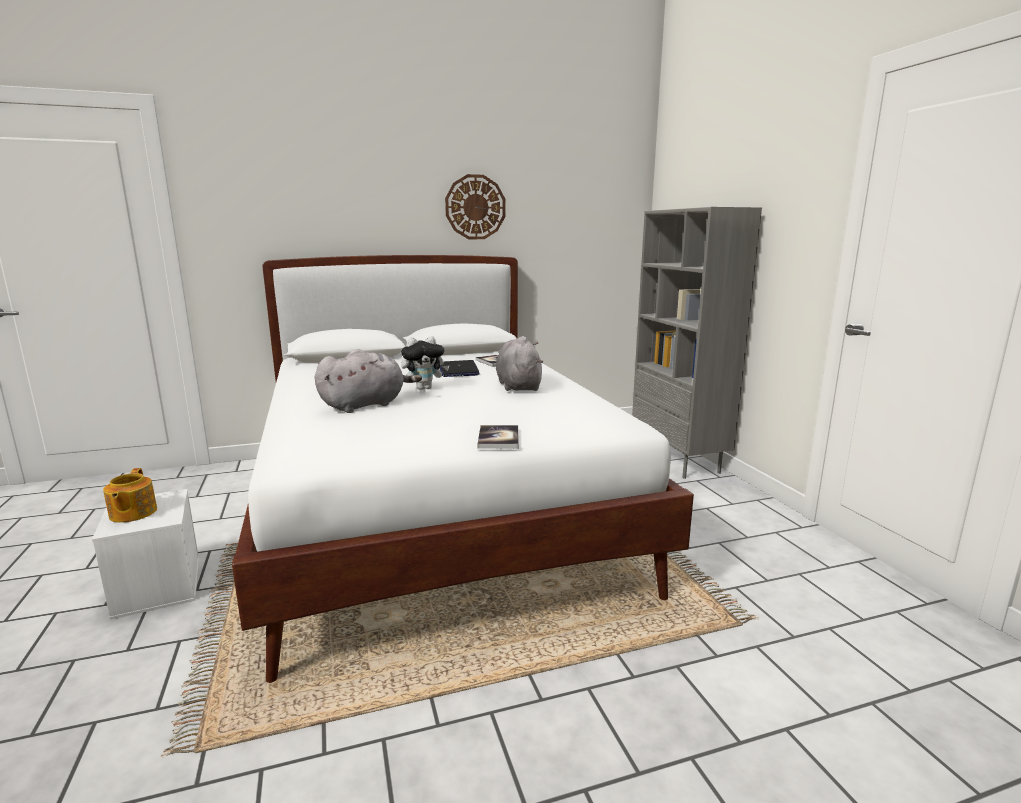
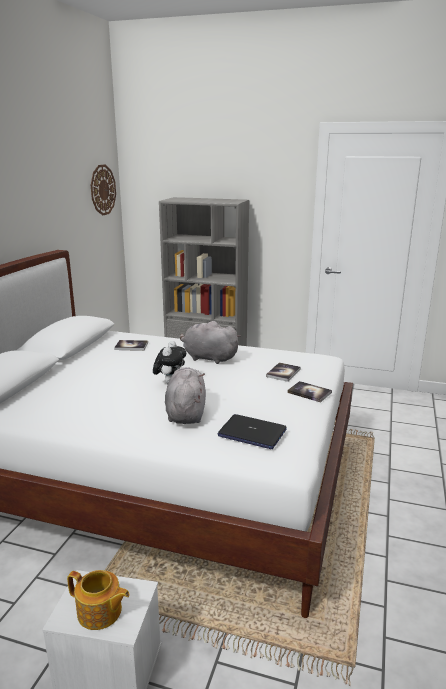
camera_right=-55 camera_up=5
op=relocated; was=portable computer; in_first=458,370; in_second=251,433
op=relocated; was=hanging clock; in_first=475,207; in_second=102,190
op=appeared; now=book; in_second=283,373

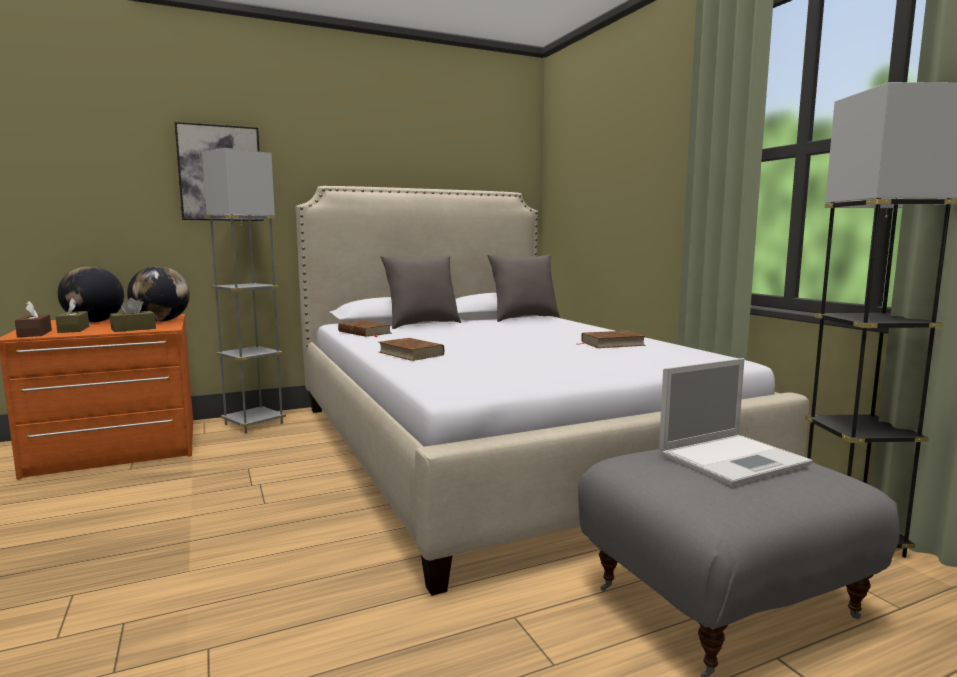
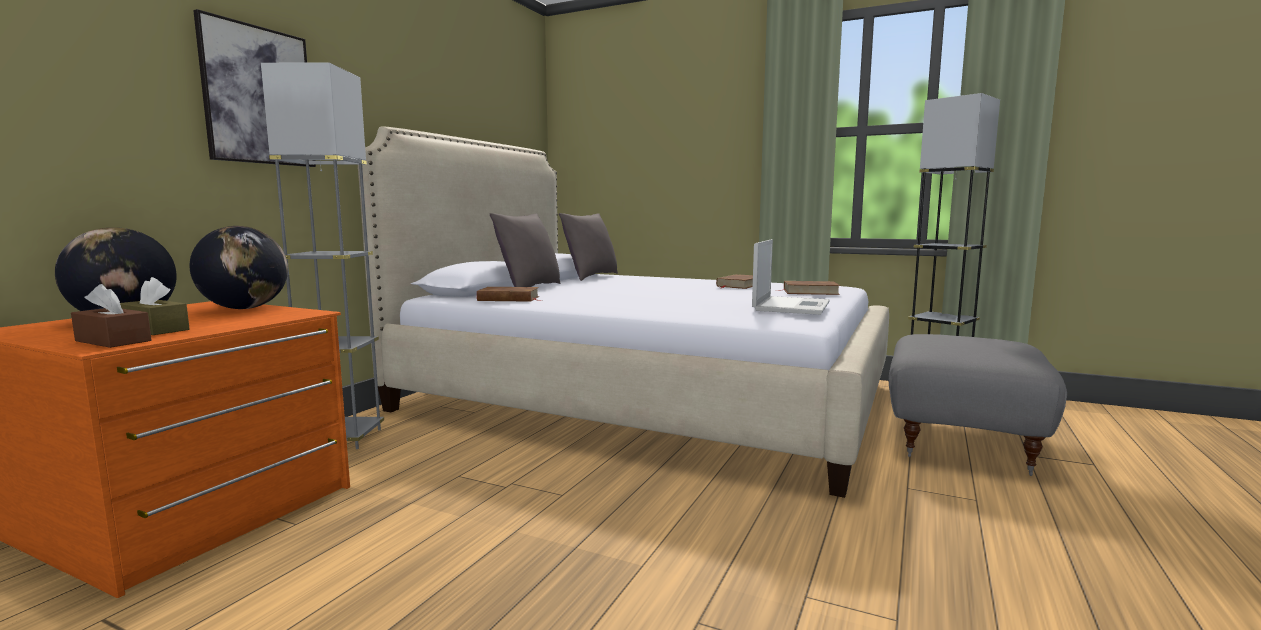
camera_right=-40 camera_up=0
op=missing; was=brown box of tissues; in_first=133,329
op=relocated; was=brown book; in_first=411,353; in_second=810,292
op=relocated; was=portable computer; in_first=734,459; in_second=791,306

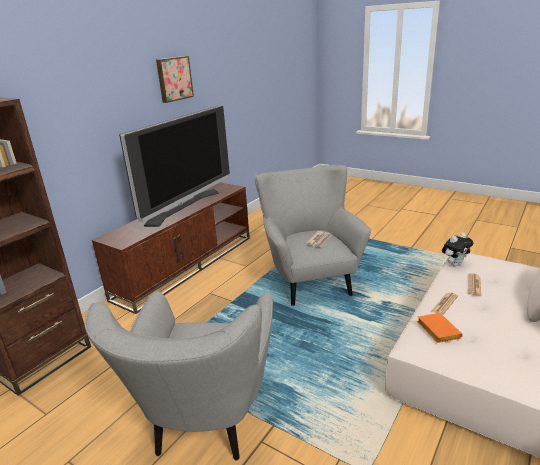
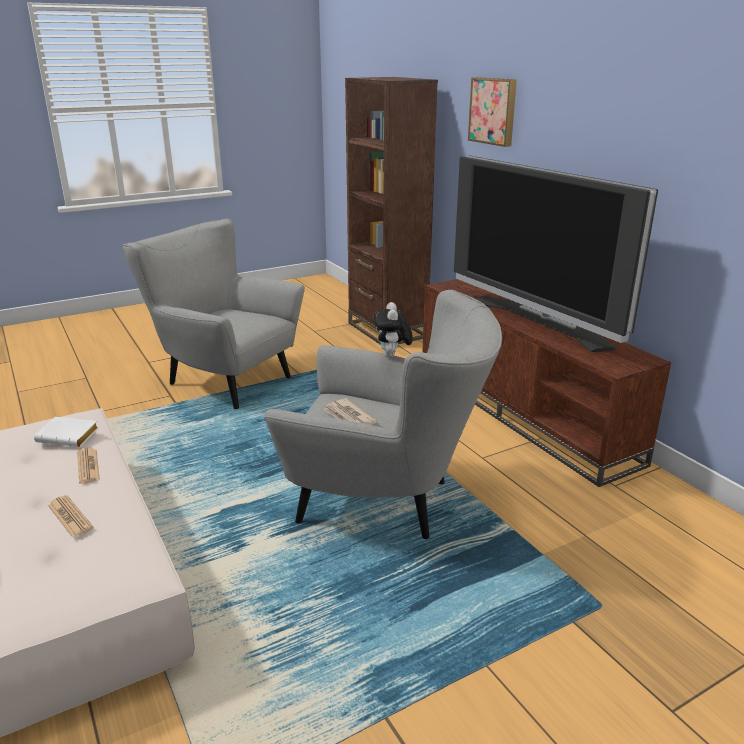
camera_right=115 camera_up=0
op=relocated; was=picture; in_first=174,79; in_second=494,111
op=colour; was=orange-coloured book; now=white book; in_first=436,330; in_second=70,436
op=relocated; was=plush toy; in_first=454,264; in_second=392,356

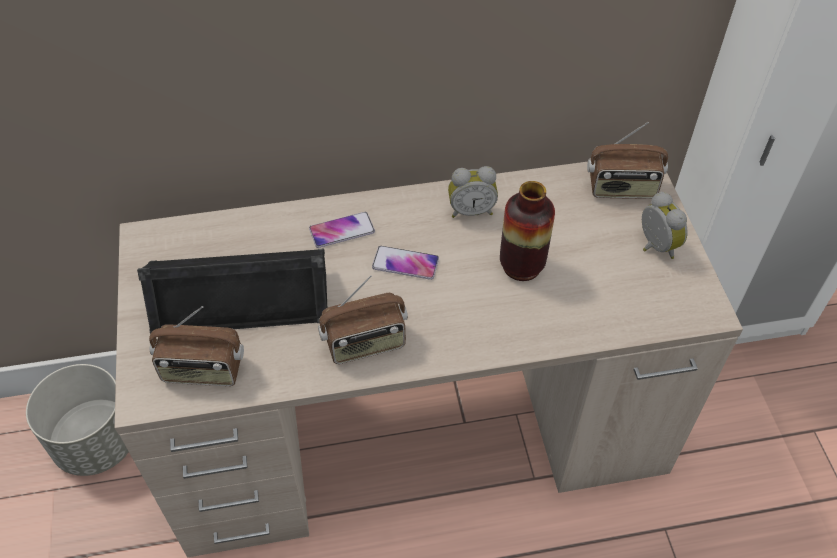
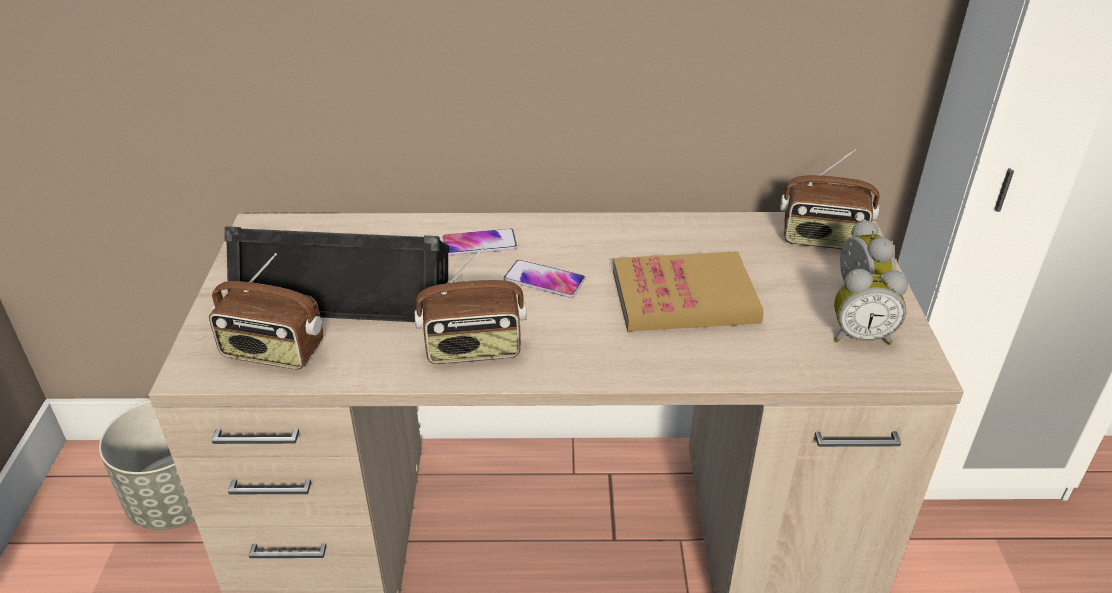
camera_right=10 camera_up=-15
op=relocated; was=bedside clock; in_first=471,210; in_second=860,336
op=exchanged; was=vase; now=book; in_first=521,266; in_second=684,297

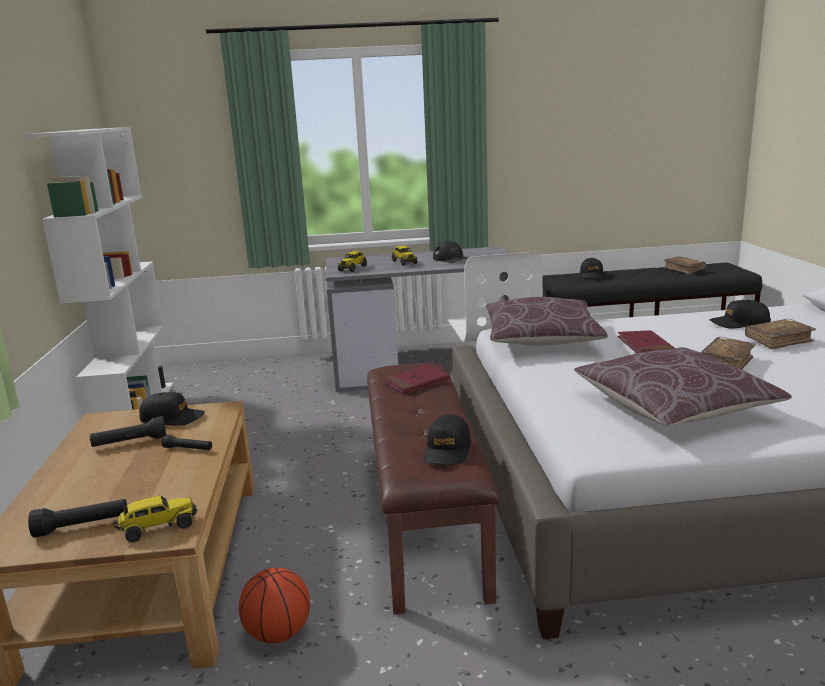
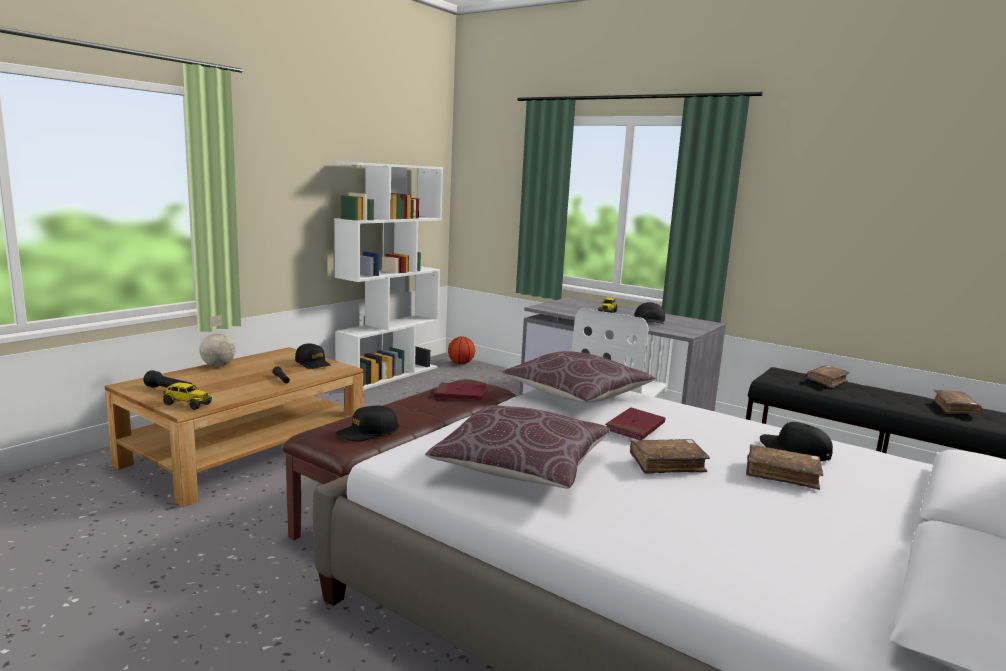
camera_right=40 camera_up=-5
op=missing; was=blackish hand torch; in_first=130,442
op=relocated; was=basketball; in_first=278,634; in_second=460,363
op=missing; was=toy truck; in_first=353,268
op=exchanged; was=blackish cap; now=brown book; in_first=592,275; in_second=827,381
op=appeared; now=globe; in_second=217,366

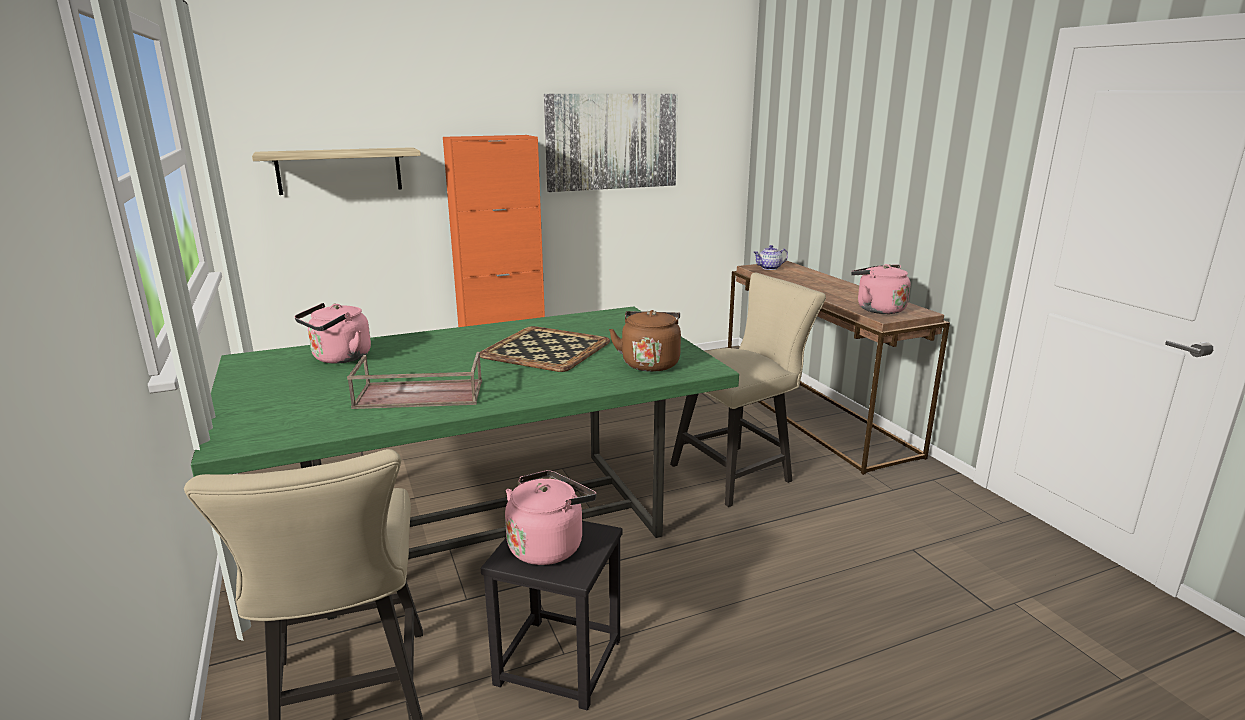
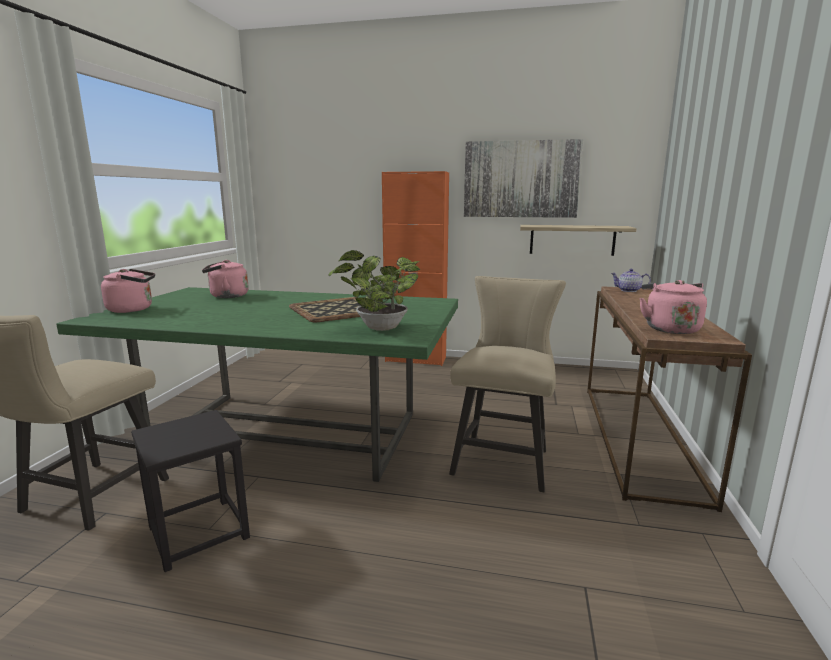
camera_right=35 camera_up=-5
op=relocated; was=wall shelf; in_first=339,170; in_second=572,240
op=missing; was=brown carrying tray; in_first=418,395
op=relocated; was=pinkish tea kettle; in_first=548,545; in_second=133,309
op=exchanged; was=brown tea kettle; now=plant in a pot; in_first=650,363; in_second=378,328
op=spun; was=beige plain chair; in_first=738,472; in_second=503,458; clockwise=-75

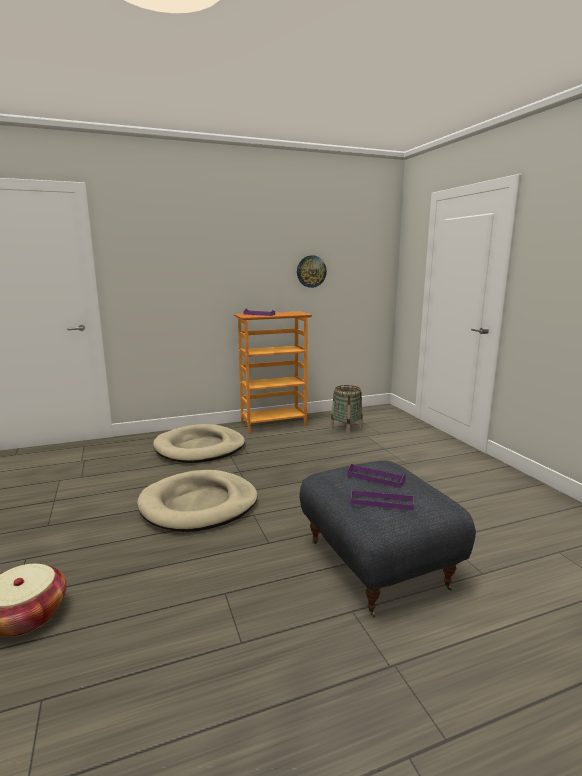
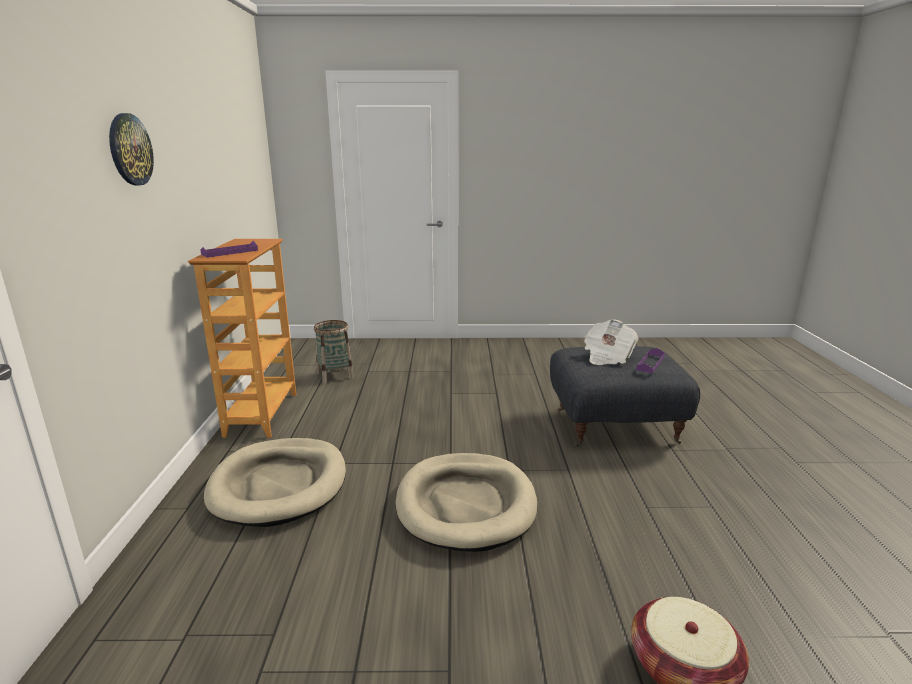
camera_right=-70 camera_up=5
op=relocated; was=hanging clock; in_first=311,271; in_second=130,150
op=exchanged; was=purple-coloured carrying tray; now=printed paper; in_first=375,478; in_second=607,356

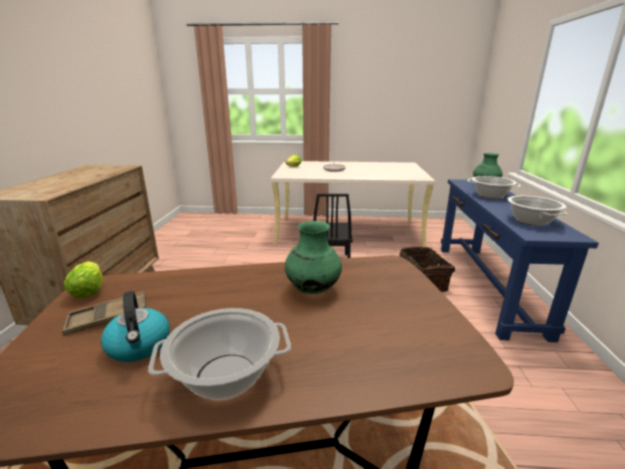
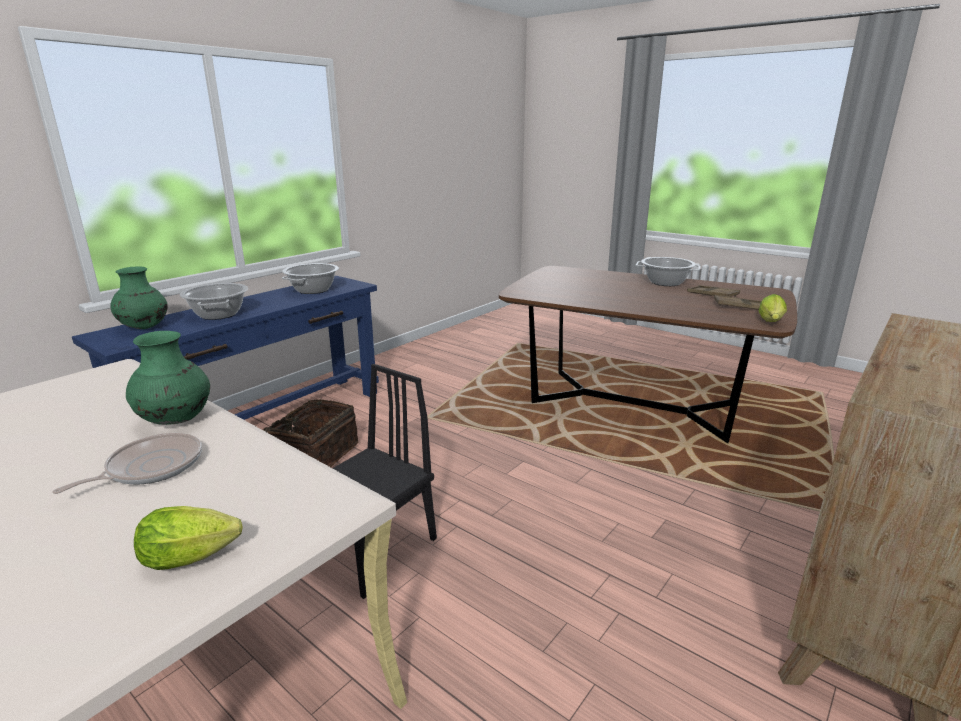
camera_right=-145 camera_up=0
op=exchanged; was=tea kettle; now=brown carrying tray; in_first=139,346; in_second=712,295
op=relocated; was=greenish vase; in_first=312,289; in_second=175,420

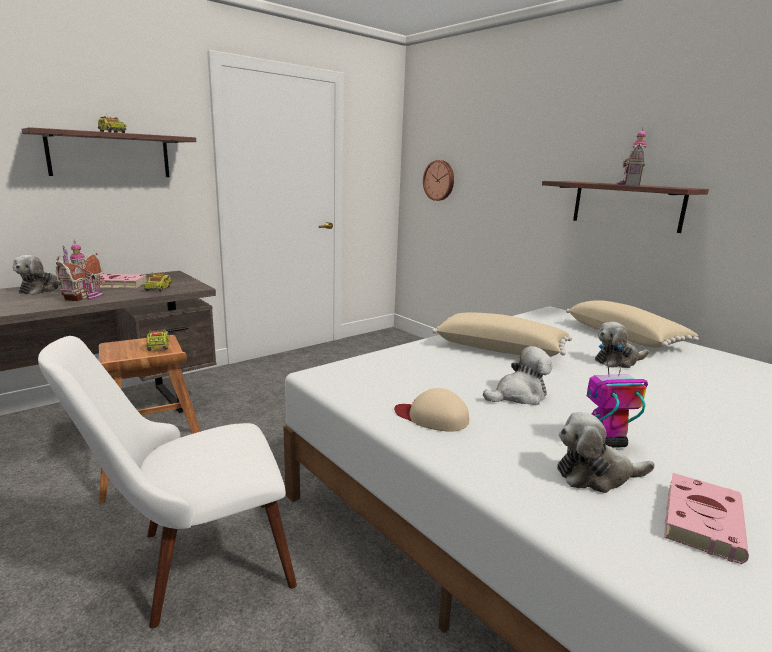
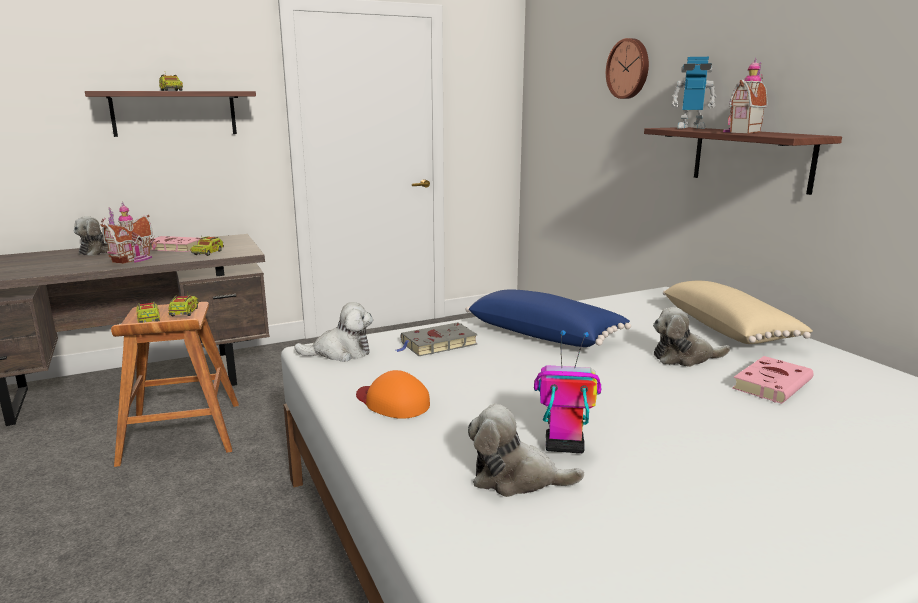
camera_right=15 camera_up=0
op=missing; was=white plain chair; in_first=193,564
op=colour; was=beige cap; now=orange-coloured cap; in_first=432,417; in_second=392,402
op=relocated; was=hanging clock; in_first=439,180; in_second=629,69
op=colour; was=beige throw pillow; now=blue-coloured throw pillow; in_first=500,349; in_second=545,334
op=relocated; was=plush toy; in_first=519,396; in_second=340,353
op=relocated; was=pinkish book; in_first=701,519; in_second=772,384
op=appeared; now=toy truck; in_second=149,320
op=appeared; now=greyish book; in_second=437,344
op=appeared; now=model robot; in_second=690,128

